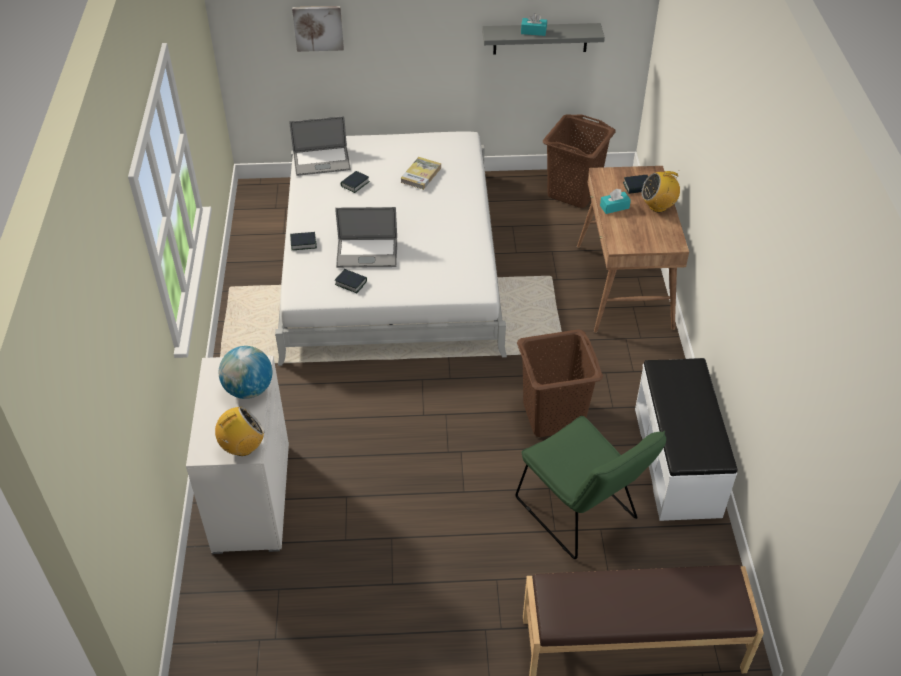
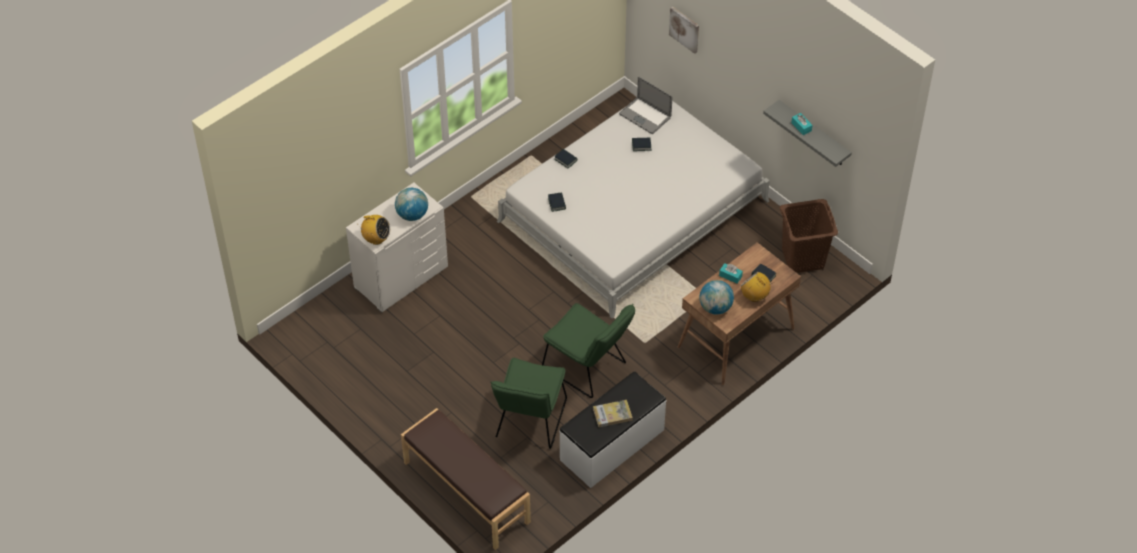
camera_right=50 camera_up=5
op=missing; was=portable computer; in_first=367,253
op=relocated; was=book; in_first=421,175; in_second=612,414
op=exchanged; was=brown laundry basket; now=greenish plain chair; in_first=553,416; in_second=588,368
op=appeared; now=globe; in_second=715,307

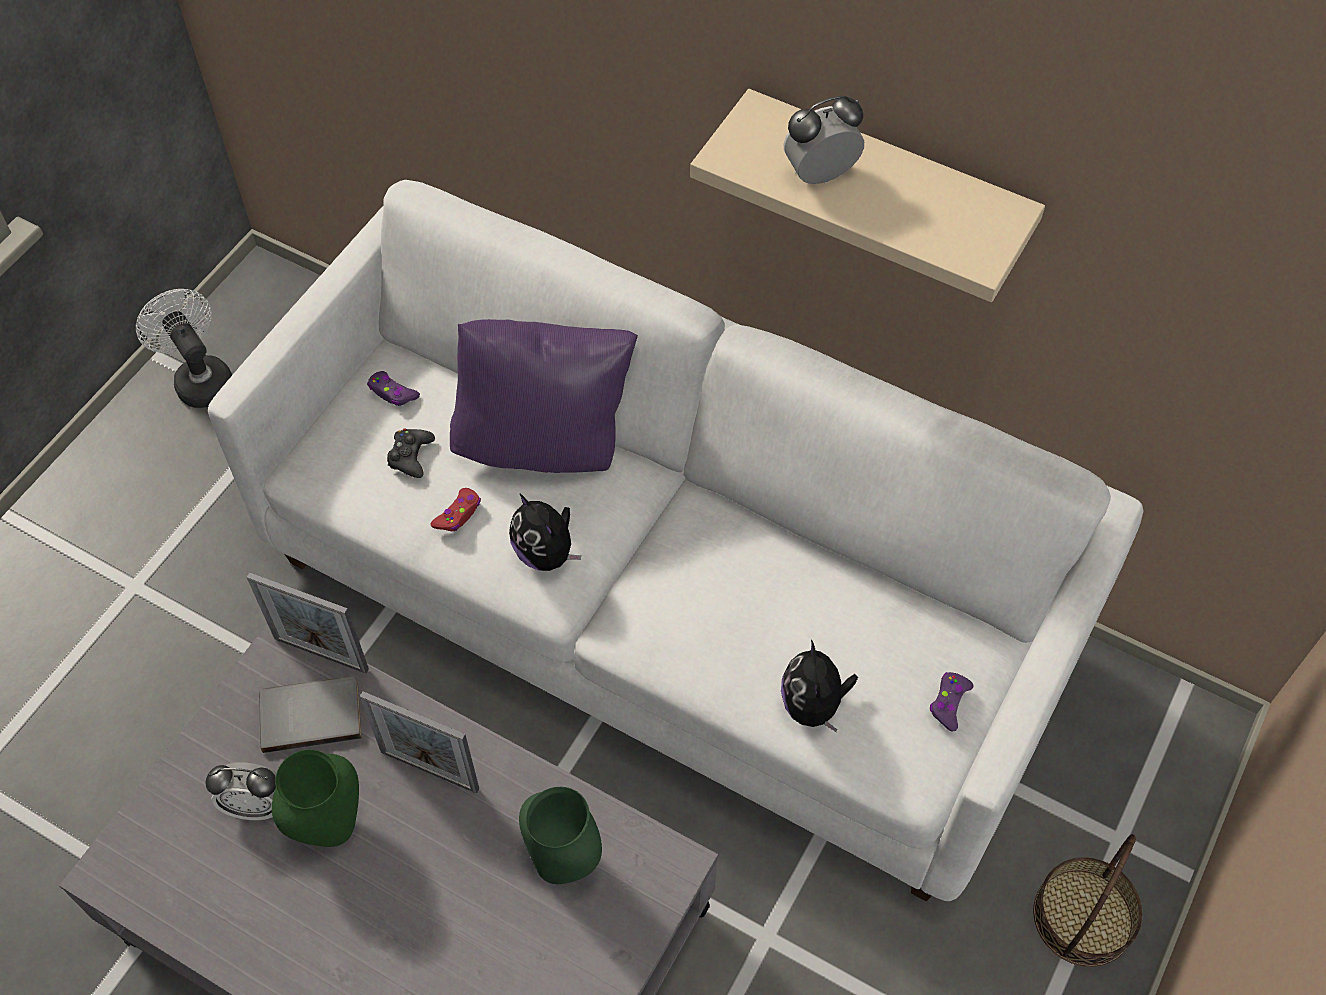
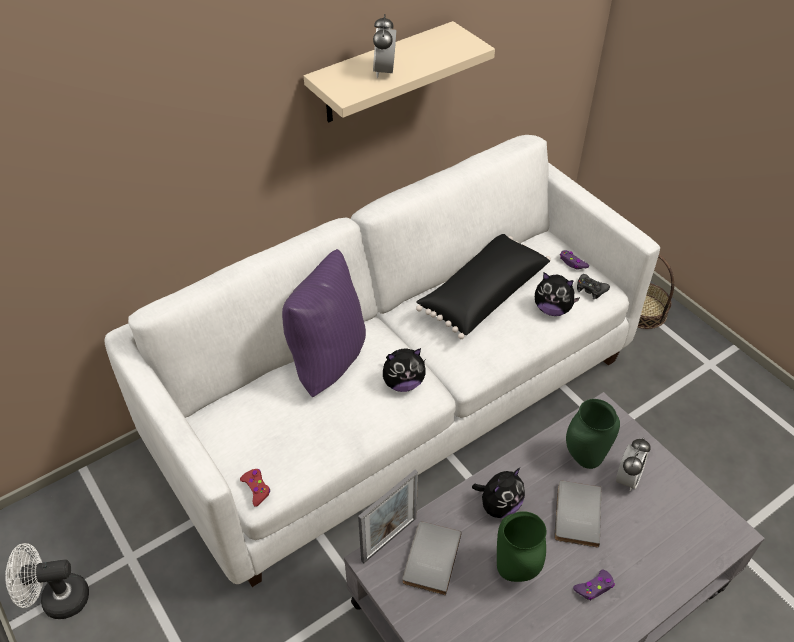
camera_right=-65 camera_up=-10
op=relocated; was=bedside clock; in_first=255,805; in_second=627,478
op=exchanged; was=standing frame; now=plush toy; in_first=429,770; in_second=499,505
op=relocated; was=purple-coloured game controller; in_first=392,393; in_second=594,587
op=relocated; was=blackish game controller; in_first=410,456; in_second=590,289
op=relocated; was=red-coloured game controller; in_first=458,514; in_second=256,488
op=appeared; now=blackish throw pillow; in_second=482,294
op=appeared; now=greyish book; in_second=575,514

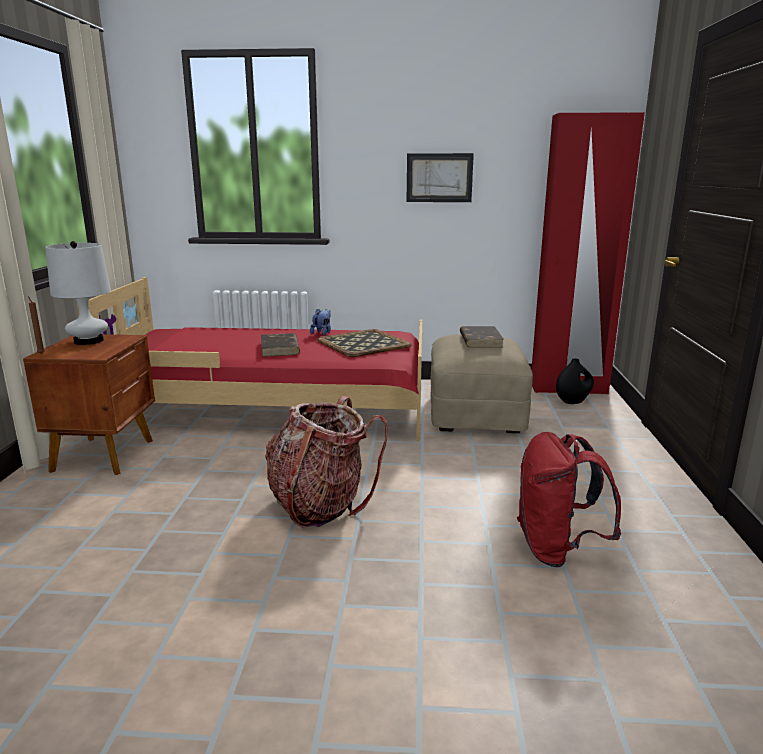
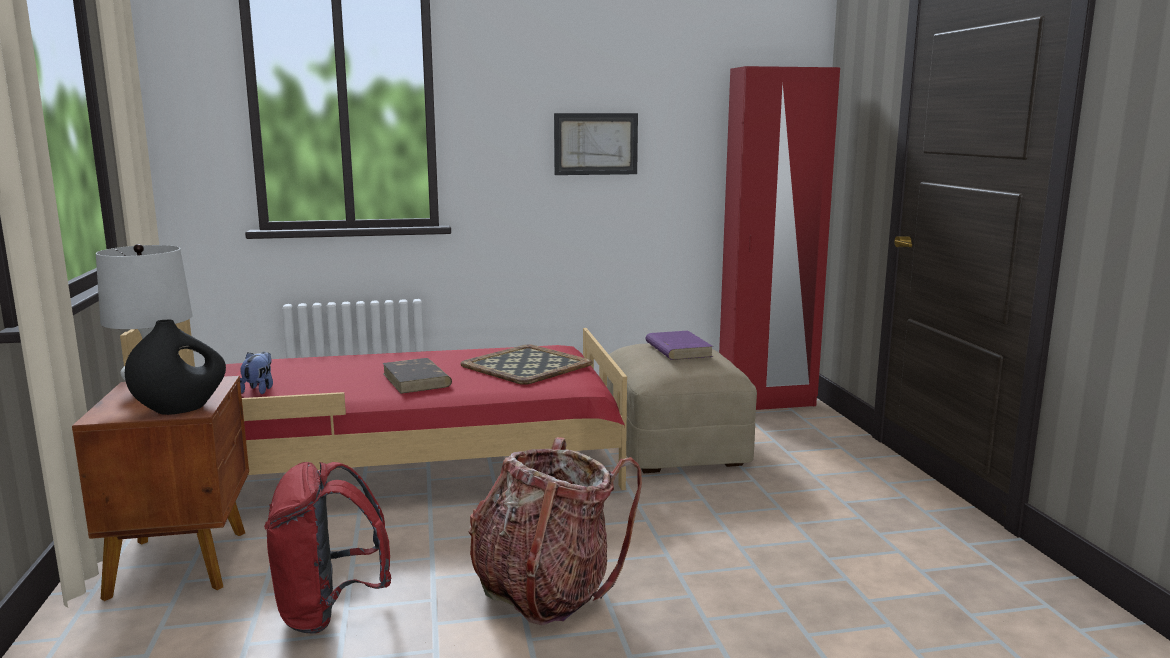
camera_right=-15 camera_up=-5
op=missing; was=brown wax candle; in_first=41,353
op=relocated; was=plush toy; in_first=322,333; in_second=259,390
op=colour; was=brown book; now=purple-coloured book; in_first=480,340; in_second=678,349
op=relocated; was=red-coloured knapsack; in_first=557,550; in_second=329,611
op=relocated; was=blackish vase; in_first=573,401; in_second=181,409

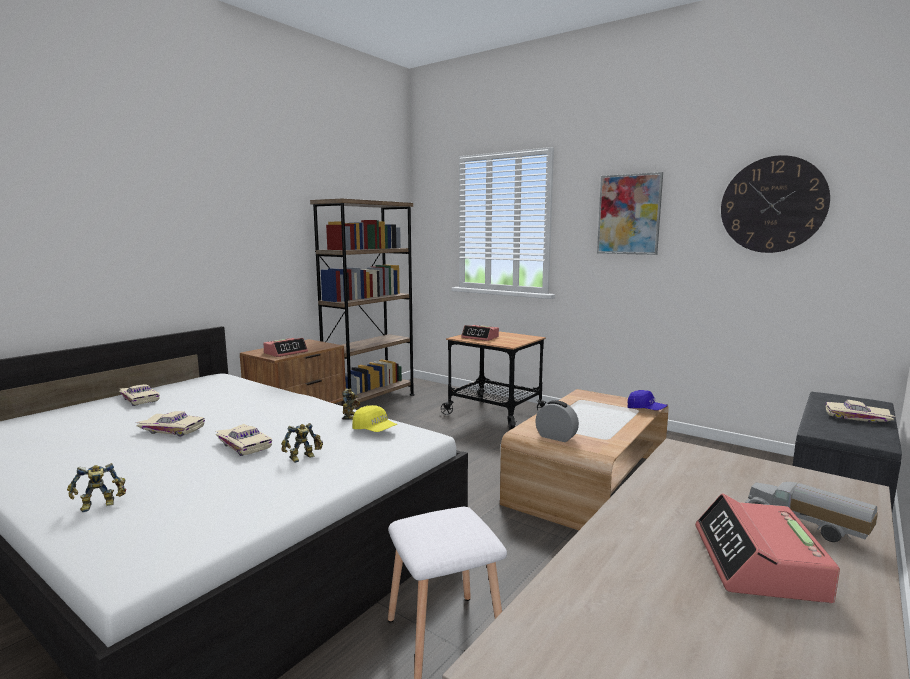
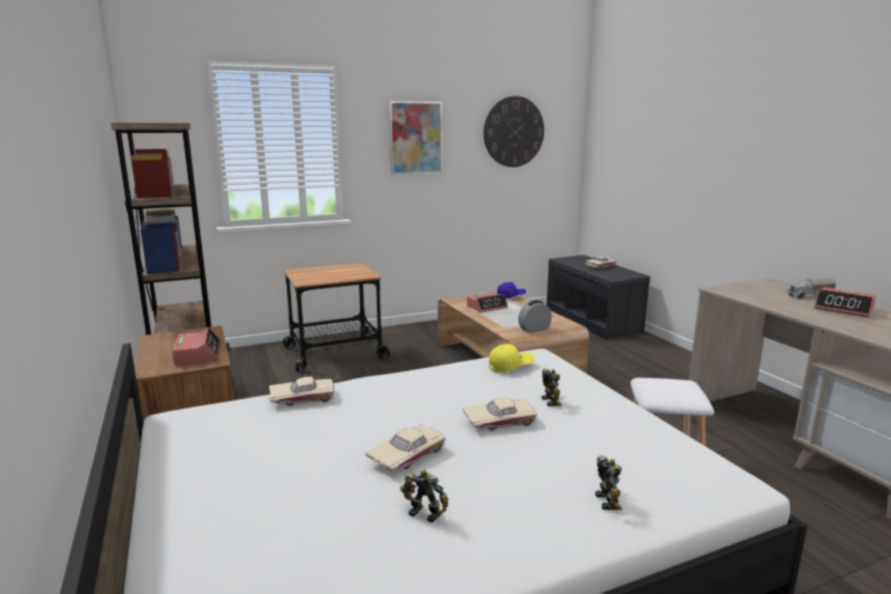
camera_right=-60 camera_up=5
op=relocated; was=beige model car; in_first=141,399; in_second=302,397
op=relocated; was=model robot; in_first=351,416; in_second=426,511
op=relocated; was=bedside clock; in_first=480,337; in_second=487,307

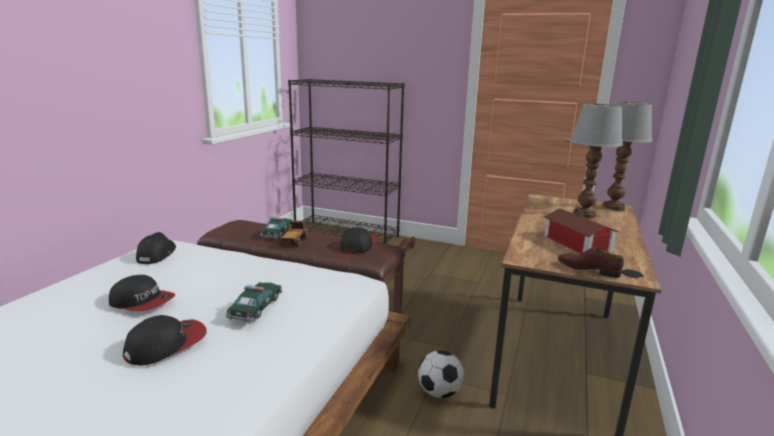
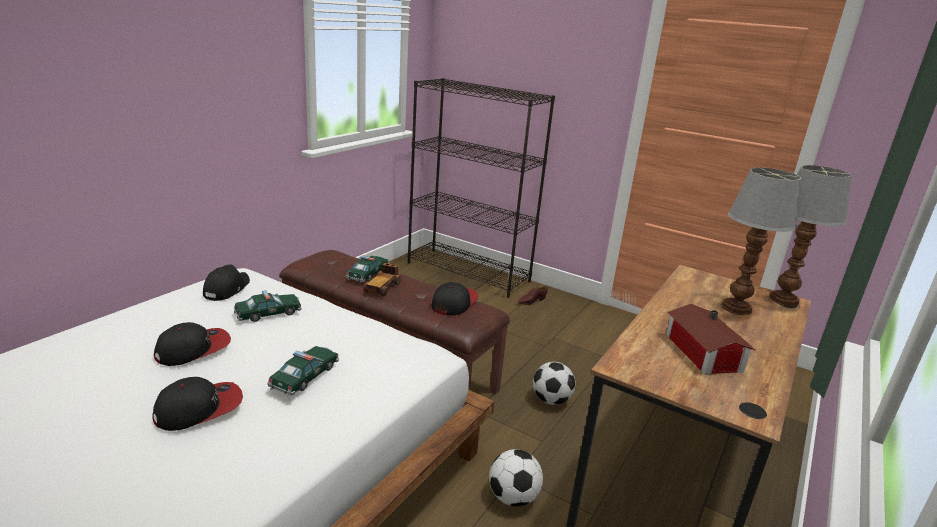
camera_right=10 camera_up=5
op=spun; was=cap; in_first=142,301; in_second=193,349; clockwise=-75
op=missing; was=brown low shoe; in_first=588,269
op=appeared; now=model car; in_second=268,313
op=appeared; now=football ball; in_second=551,400

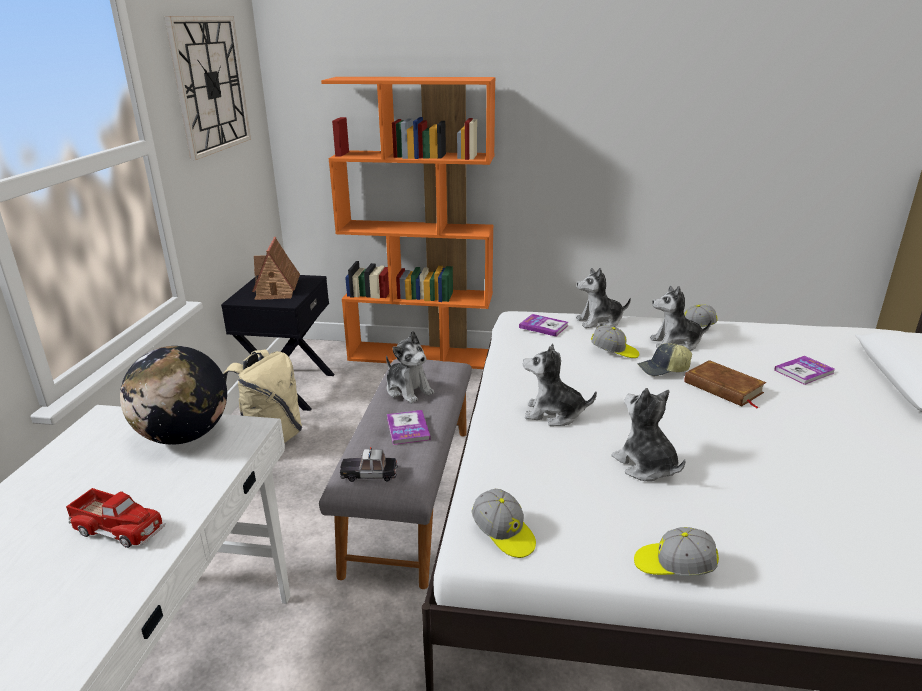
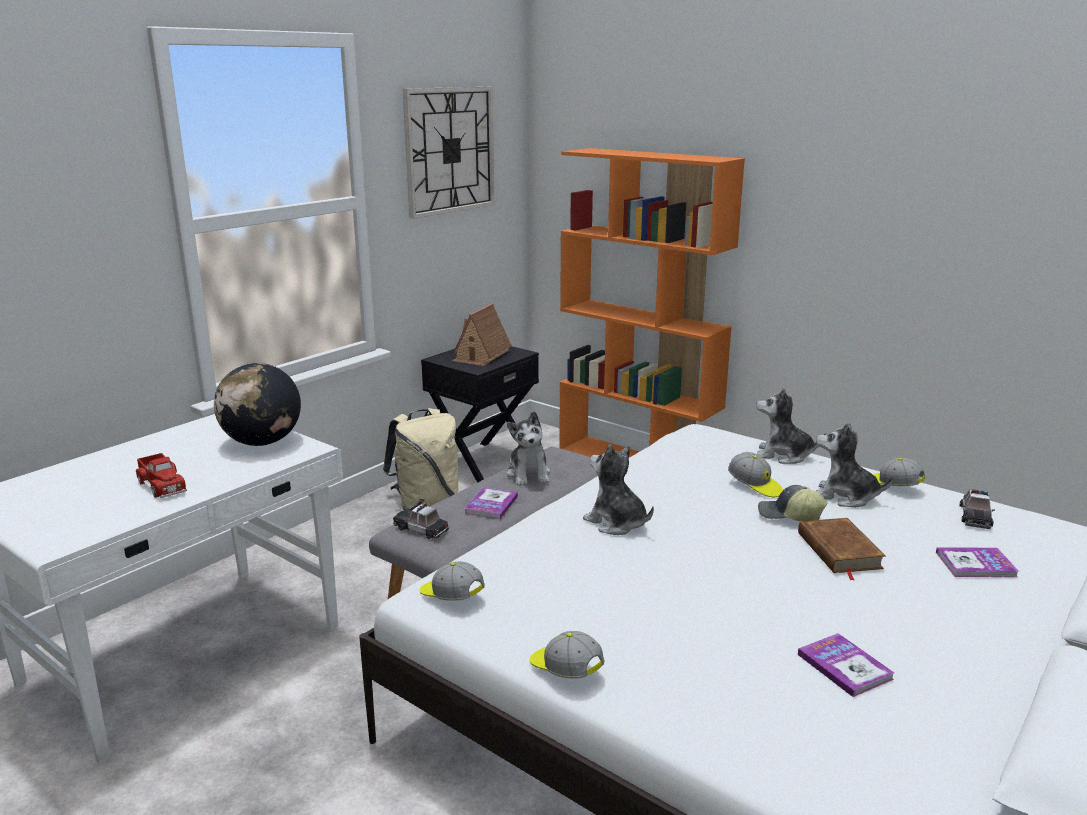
camera_right=30 camera_up=-5
op=spun; was=cap; in_first=504,534; in_second=451,596; clockwise=135
op=relocated; was=book; in_first=543,326; in_second=844,666
op=missing; was=plush toy; in_first=645,466
op=appeared; now=model car; in_second=975,516

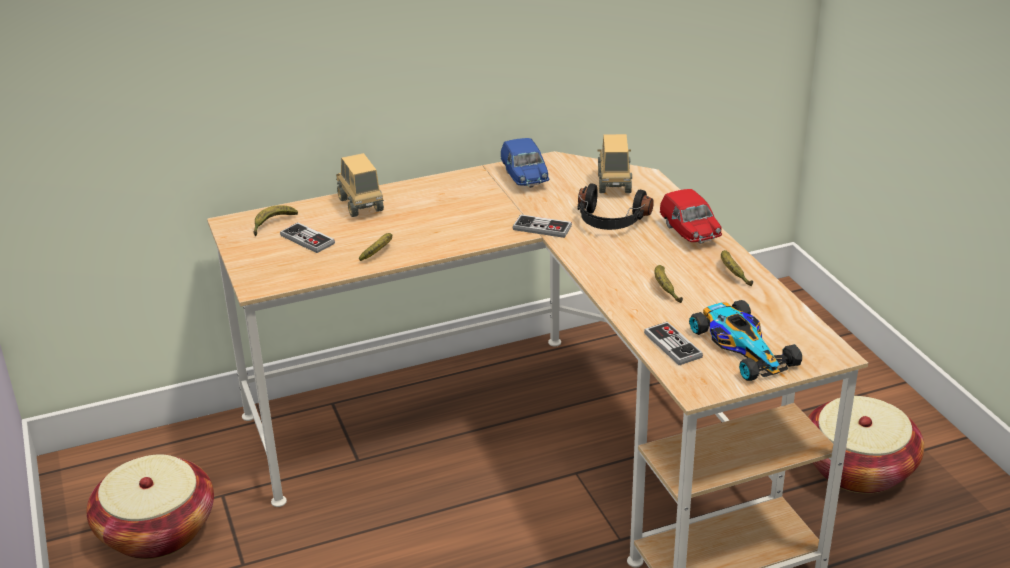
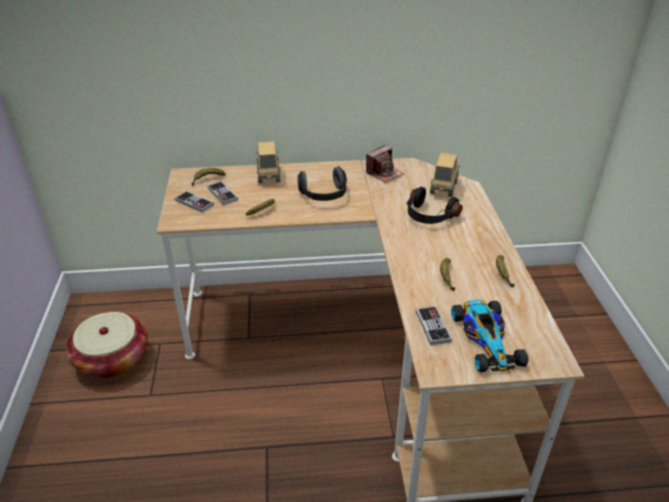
camera_right=15 camera_up=5
op=exchanged; was=blue-coloured model car; now=photo camera; in_first=525,178; in_second=384,173
op=relocated; was=game controller; in_first=542,228; in_second=194,203
op=missing; was=red-coloured model car; in_first=690,232
op=missing; was=basket; in_first=858,468
op=appeared; now=headset; in_second=324,196

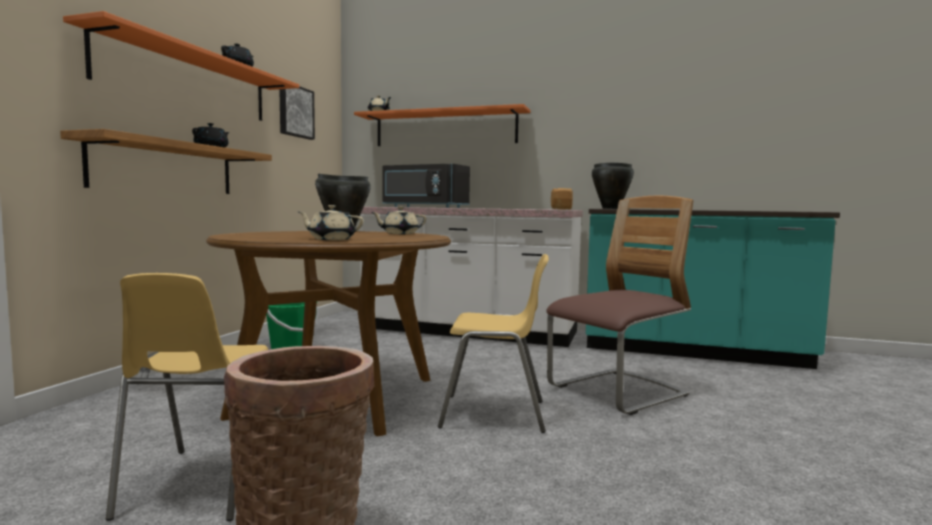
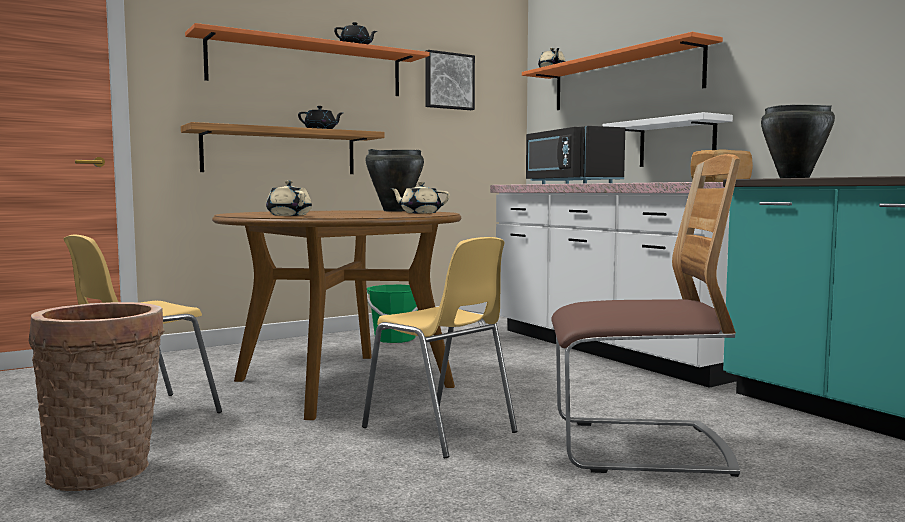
camera_right=40 camera_up=0
op=appeared; now=white wall shelf; in_second=676,143

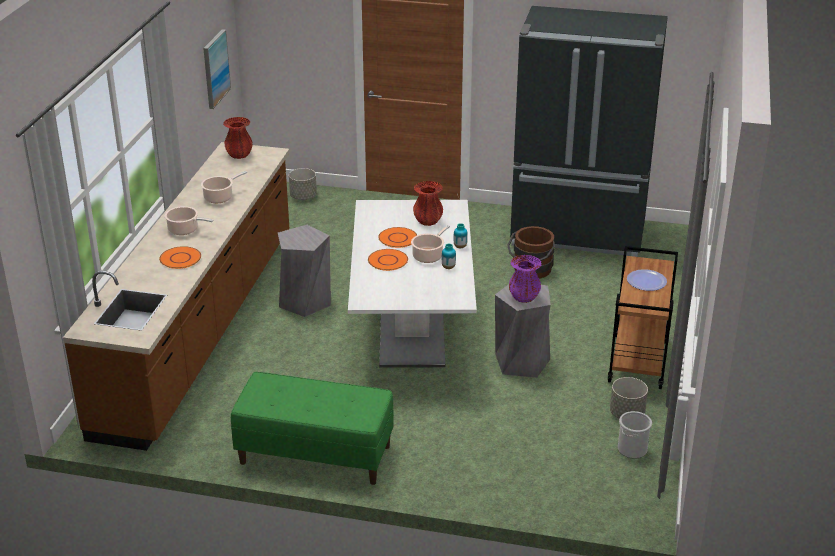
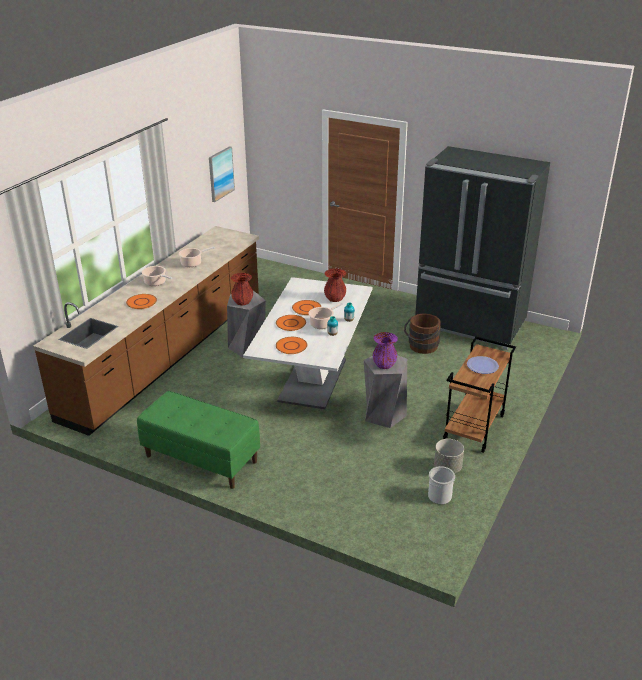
camera_right=15 camera_up=0
op=relocated; was=red-coloured vase; in_first=239,155; in_second=242,302
op=missing; was=greyish planter; in_first=303,197
op=appeared; now=orange-coloured plate; in_second=291,346

